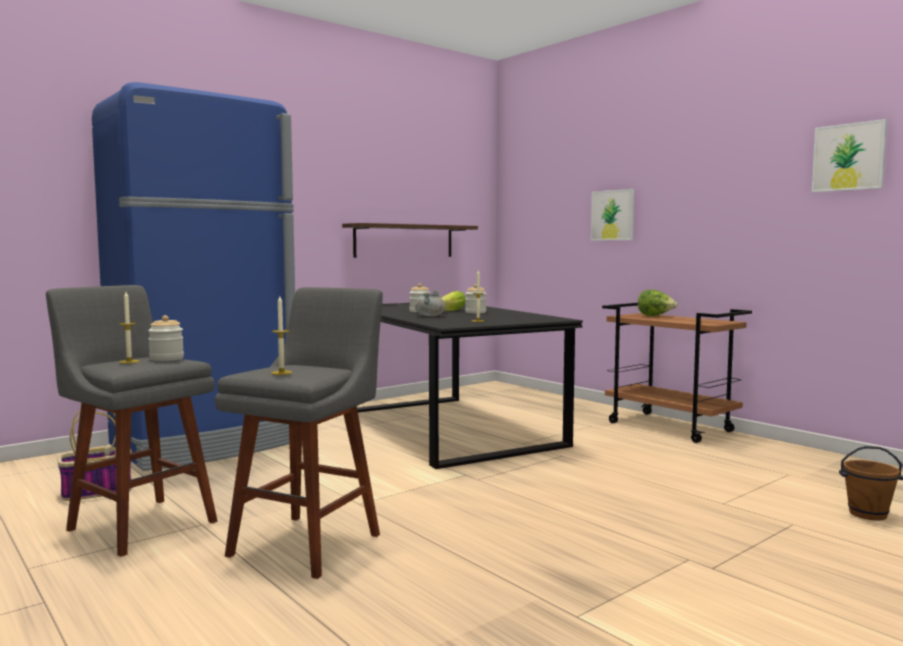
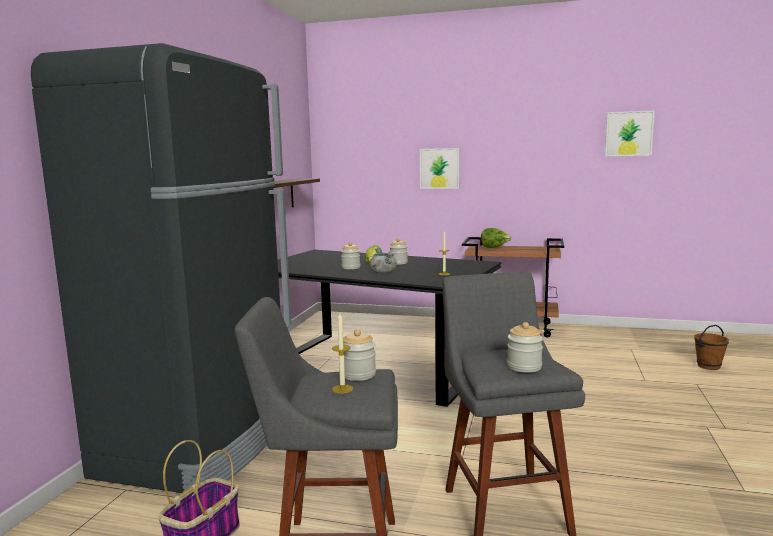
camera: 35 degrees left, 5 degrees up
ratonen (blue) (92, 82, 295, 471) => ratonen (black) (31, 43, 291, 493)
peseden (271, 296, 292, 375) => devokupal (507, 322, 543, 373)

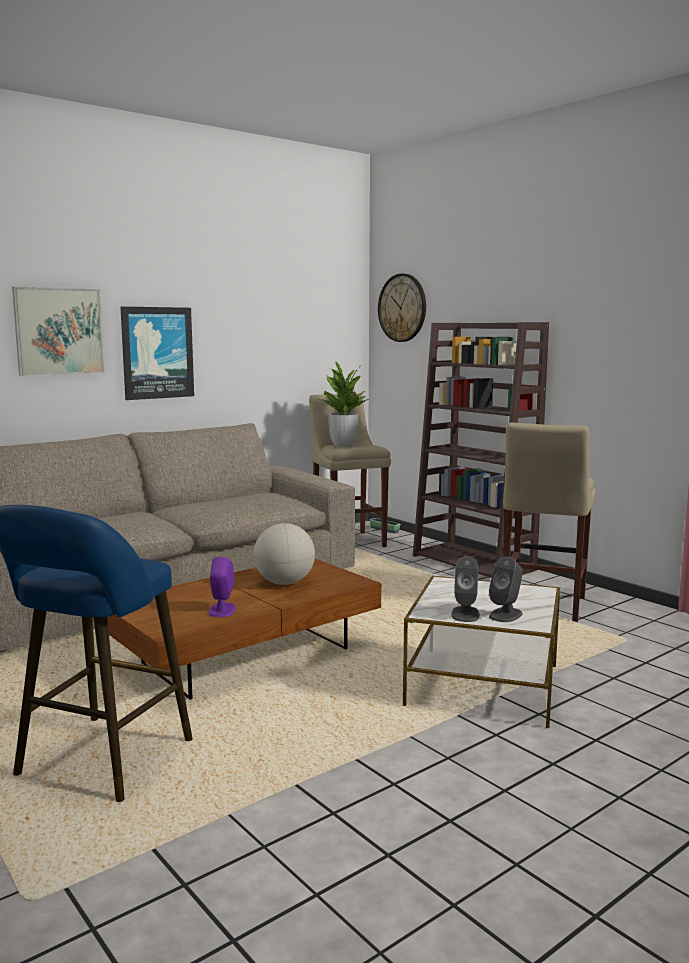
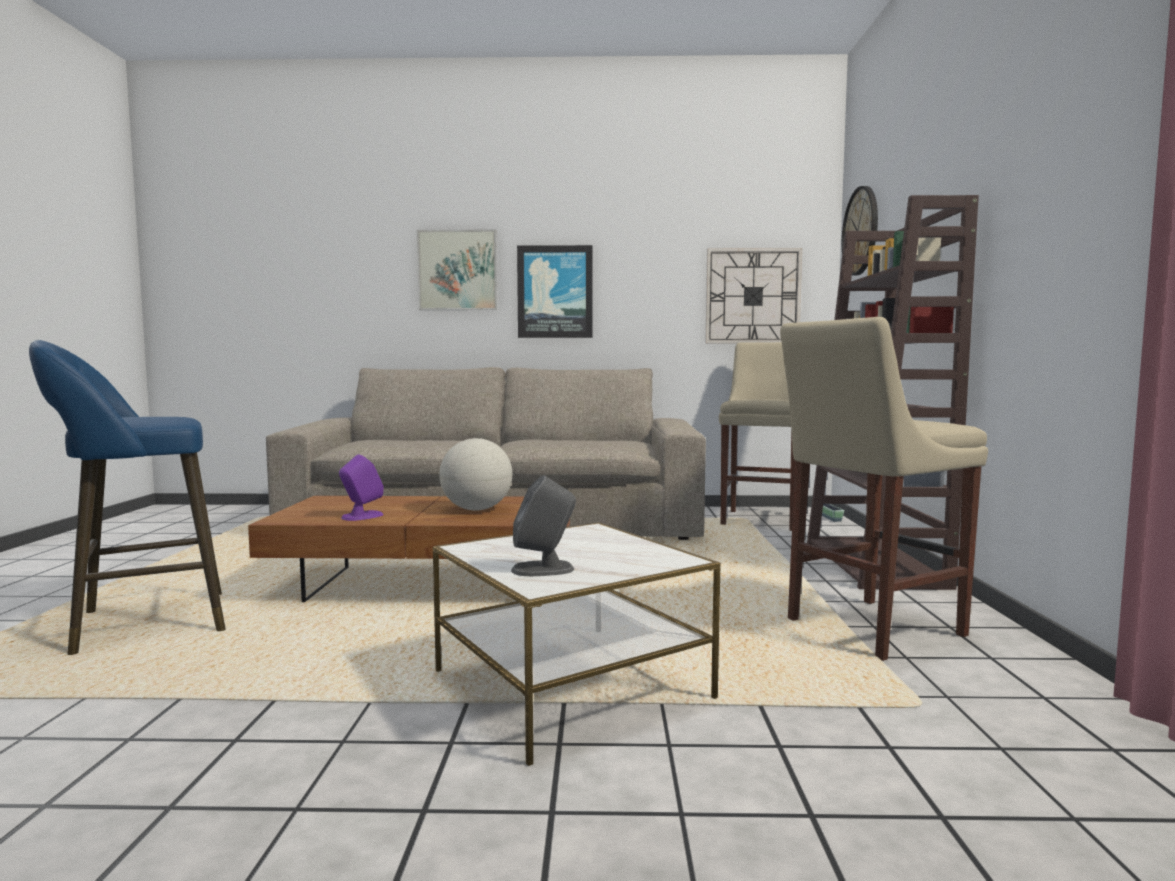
camera: 40 degrees right, 5 degrees down
nothing => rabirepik (705, 248, 802, 343)
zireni (318, 361, 368, 447) => nothing
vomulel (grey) (451, 556, 480, 622) => nothing

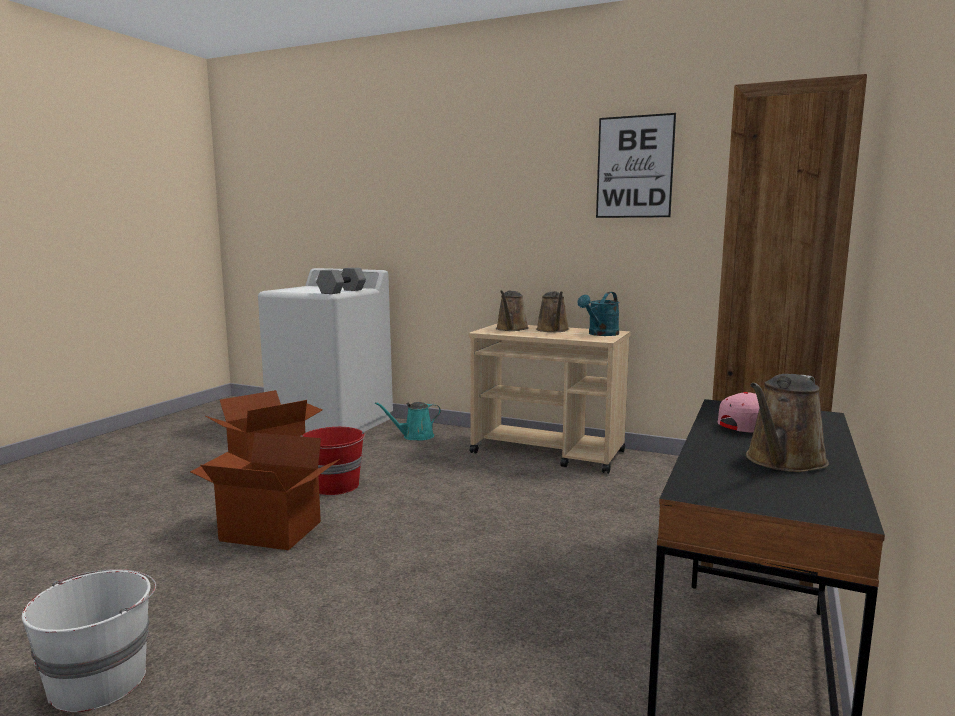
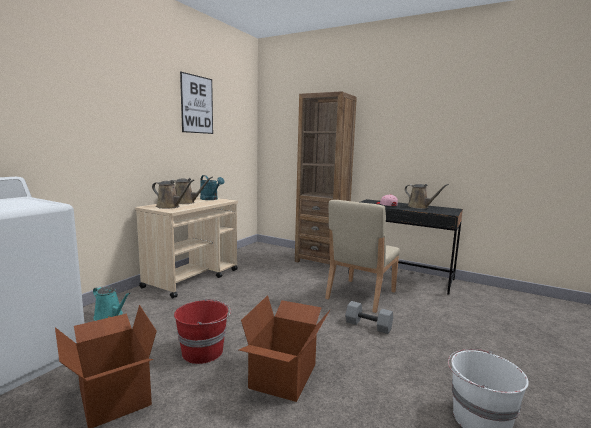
camera: 85 degrees left, 0 degrees up
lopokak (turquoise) (375, 402, 441, 440) => lopokak (turquoise) (93, 286, 130, 321), 45 degrees counterclockwise
nothing => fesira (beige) (325, 200, 400, 313)
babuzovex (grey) (316, 268, 366, 294) => babuzovex (grey) (345, 301, 393, 334), moved

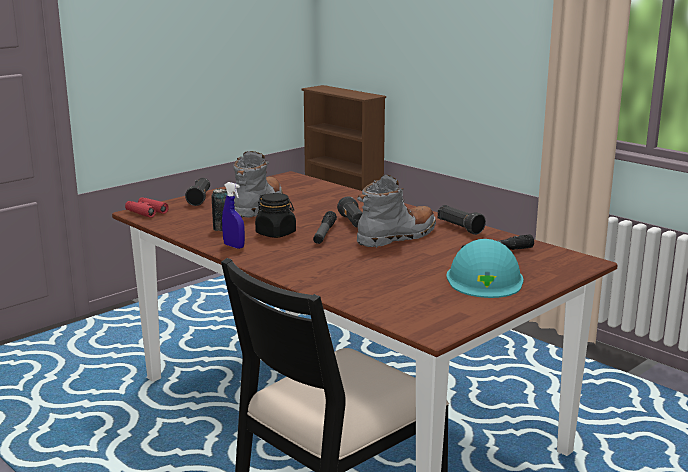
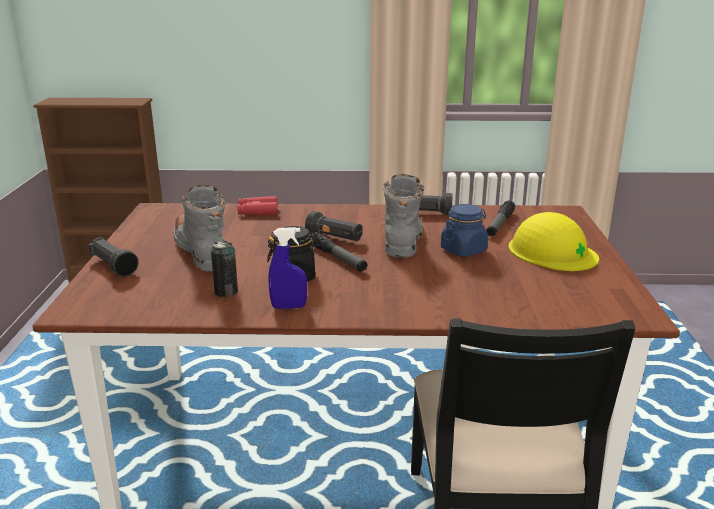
camera: 45 degrees left, 5 degrees up
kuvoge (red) (125, 197, 169, 218) => kuvoge (red) (237, 196, 277, 215), moved
nothing => devokupal (blue) (441, 204, 488, 257)
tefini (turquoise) (446, 239, 523, 298) => tefini (yellow) (509, 212, 599, 271)

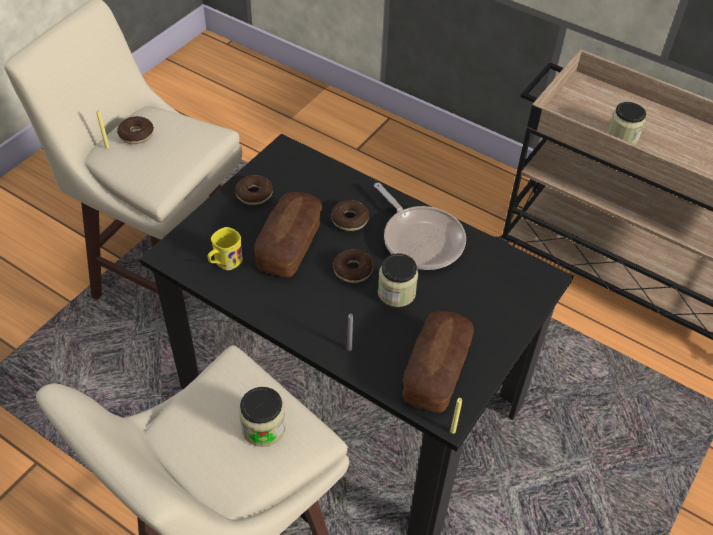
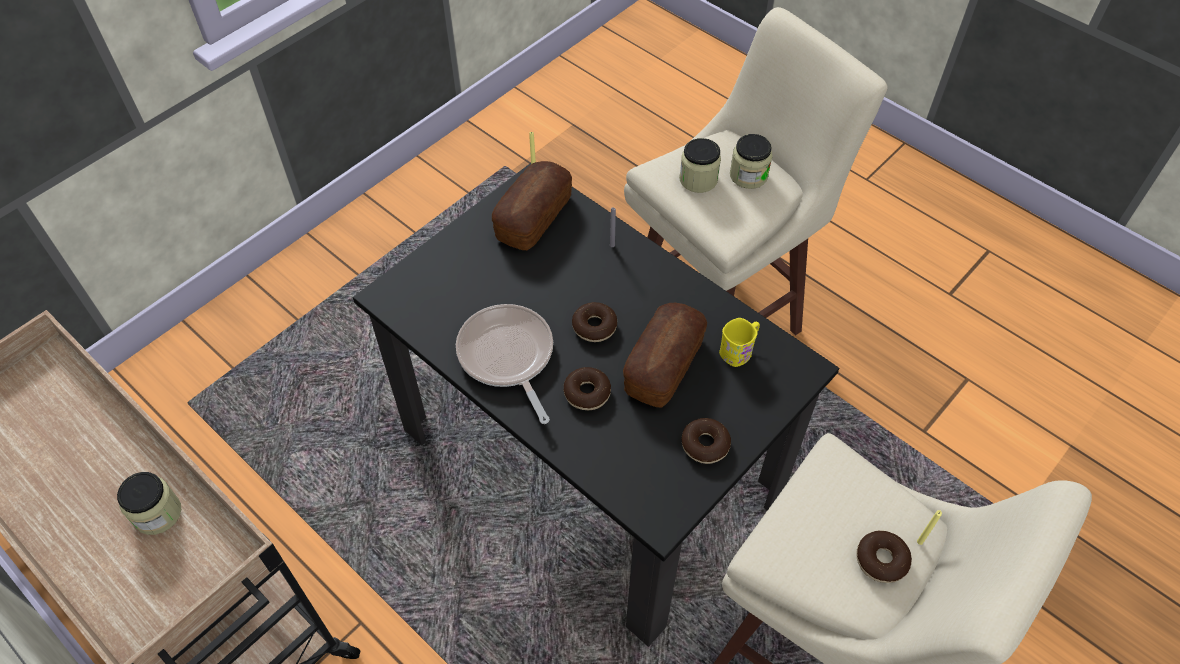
camera: 170 degrees left, 5 degrees up
devokupal (378, 253, 418, 307) => devokupal (730, 134, 773, 189), moved

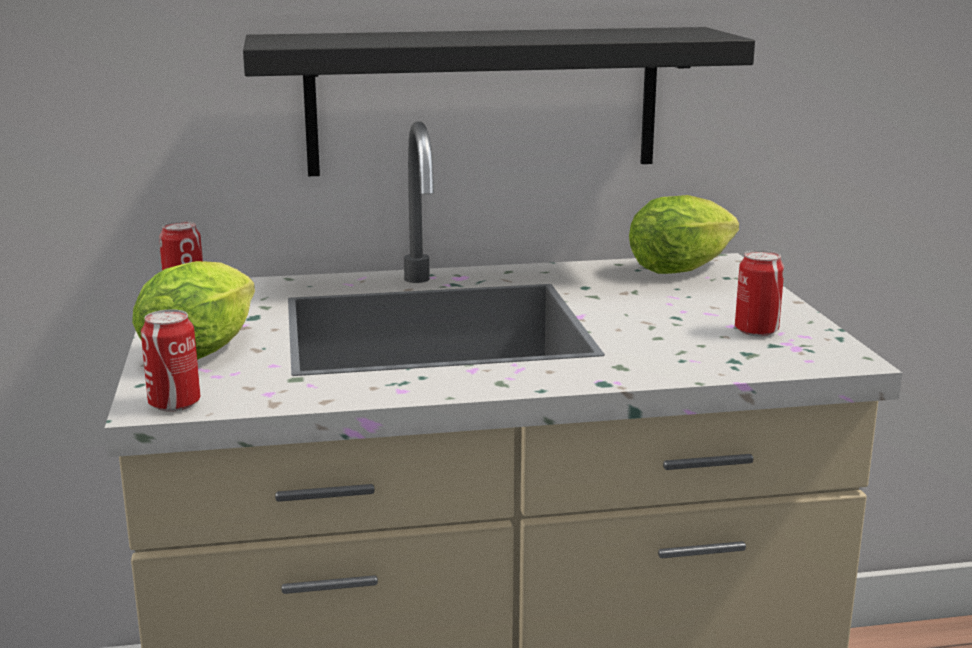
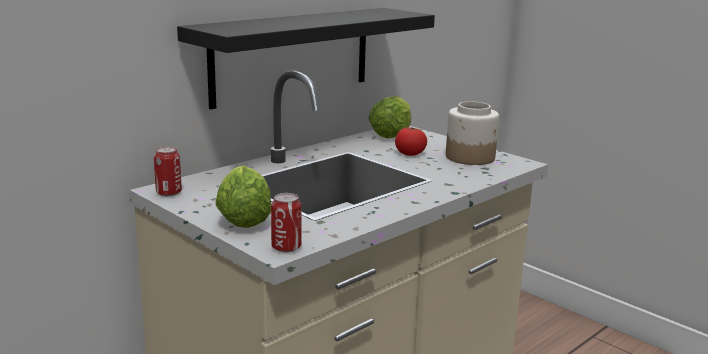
camera: 35 degrees left, 0 degrees up
nothing => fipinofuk (395, 127, 427, 156)
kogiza (735, 250, 784, 336) => devokupal (446, 101, 499, 165)

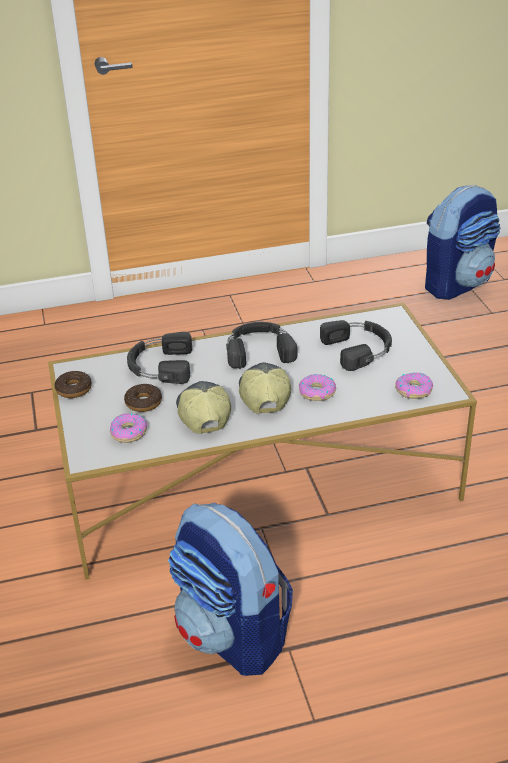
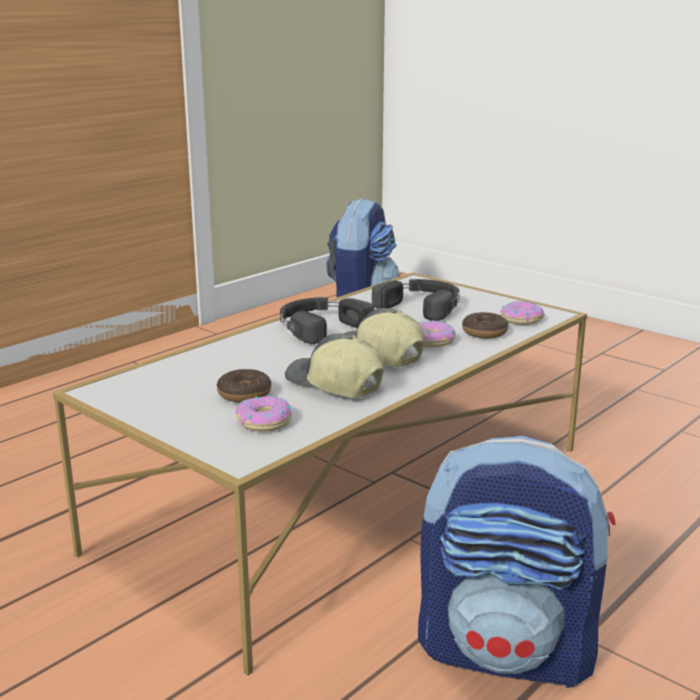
camera: 35 degrees left, 15 degrees down
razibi (54, 371, 92, 398) => razibi (462, 312, 508, 338), moved
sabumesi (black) (127, 332, 192, 384) => nothing

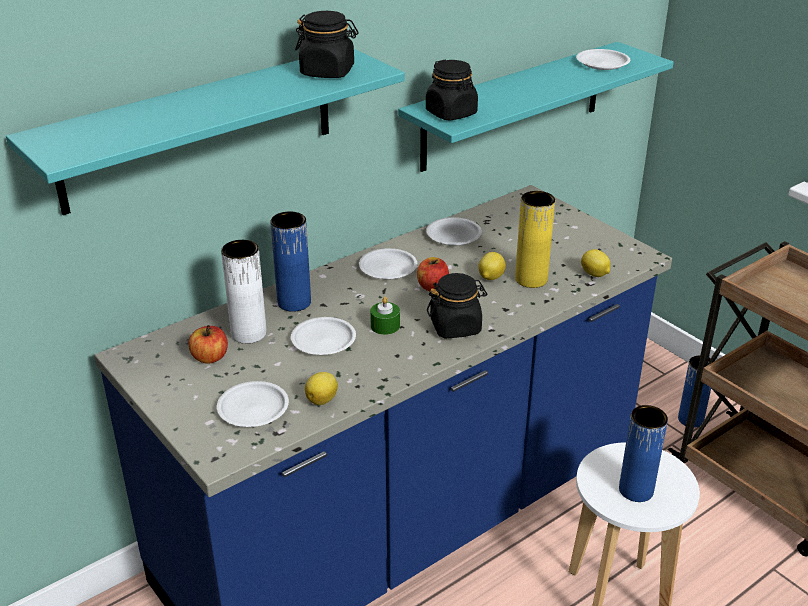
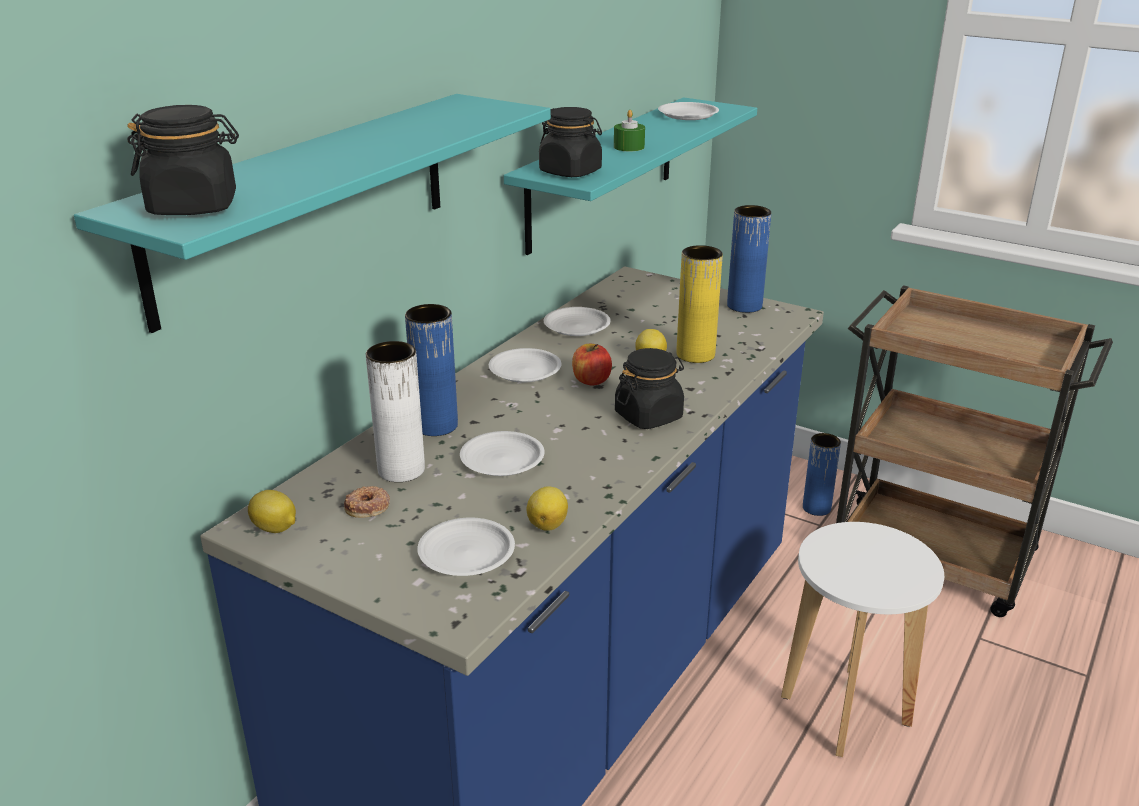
camera: 20 degrees left, 5 degrees down
devokupal (black) (295, 11, 359, 78) => devokupal (black) (127, 105, 239, 215), moved
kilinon (581, 249, 611, 277) => kilinon (248, 490, 296, 533), moved
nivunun (189, 325, 228, 364) => razibi (344, 486, 390, 518)
peseden (green) (370, 297, 400, 335) => peseden (green) (614, 110, 645, 151), moved
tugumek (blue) (619, 405, 668, 502) => tugumek (blue) (727, 205, 771, 313), moved

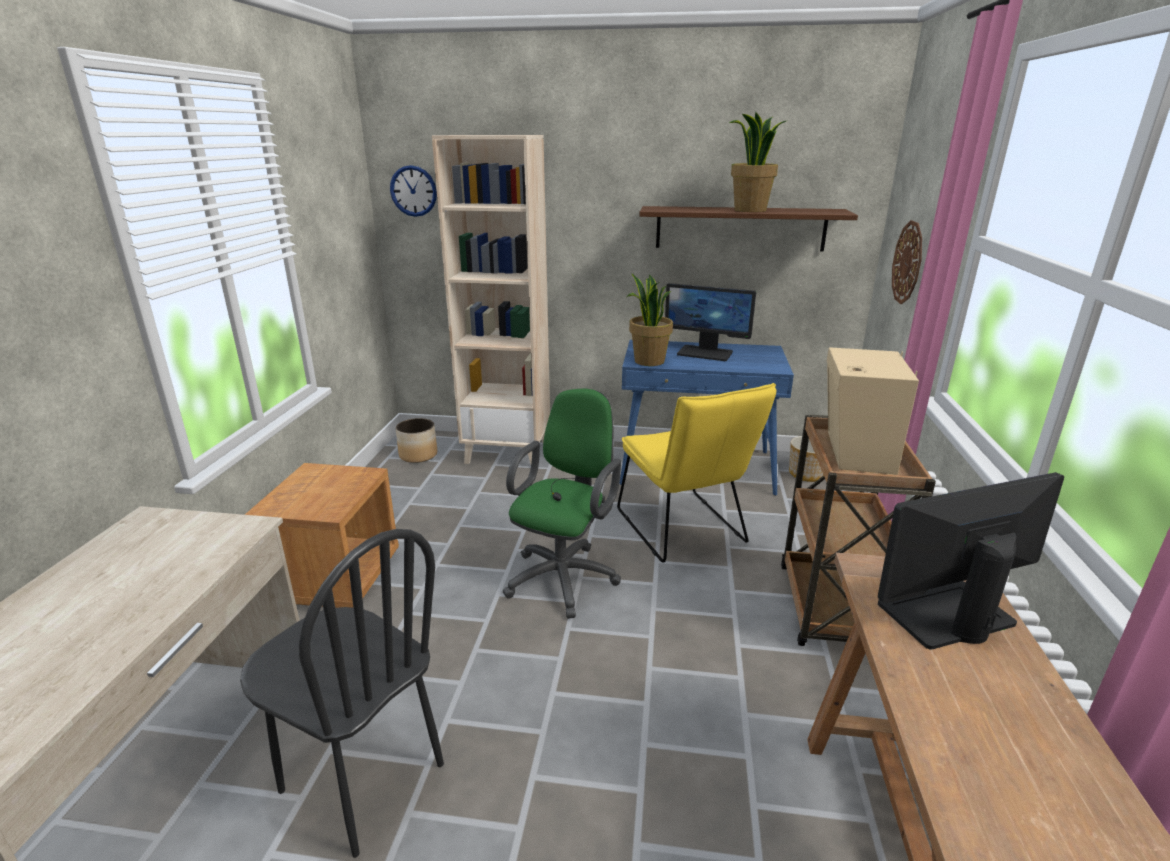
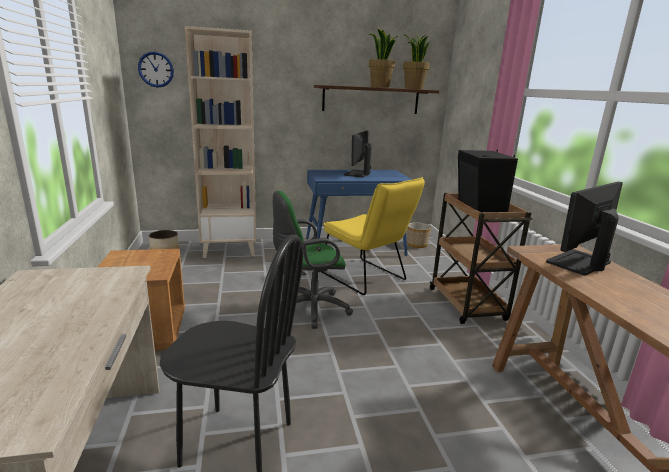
camera: 20 degrees left, 5 degrees down
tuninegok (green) (503, 389, 621, 619) => tuninegok (green) (273, 191, 353, 329), 120 degrees counterclockwise
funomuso (665, 283, 756, 361) => funomuso (344, 131, 372, 178), 105 degrees clockwise
zireni (627, 273, 673, 366) => zireni (403, 33, 430, 89), moved
vomulel (beige) (827, 347, 919, 475) => vomulel (black) (458, 150, 518, 212)
rabirepik (892, 220, 922, 304) => nothing

